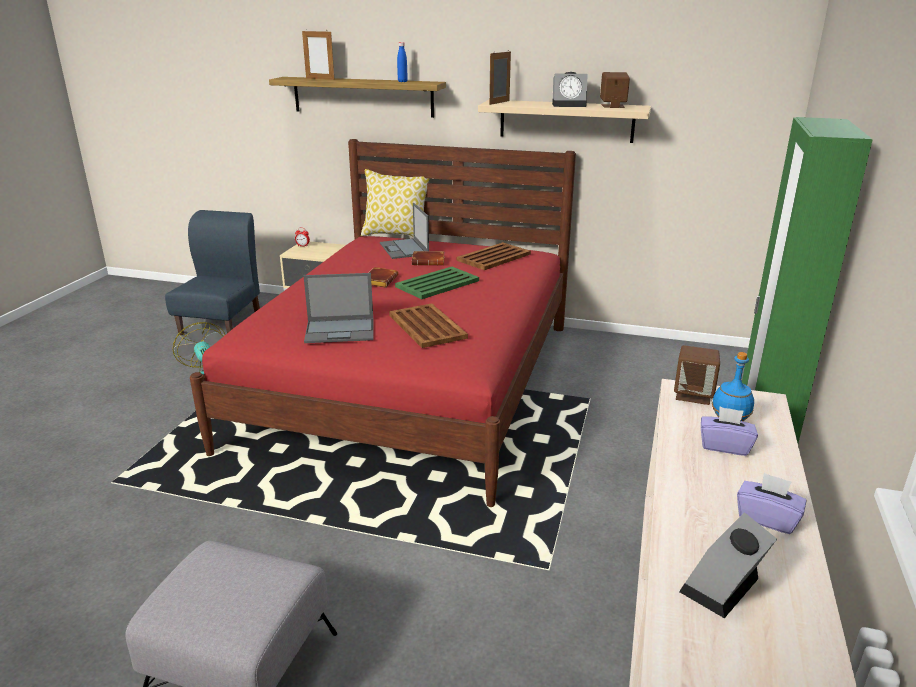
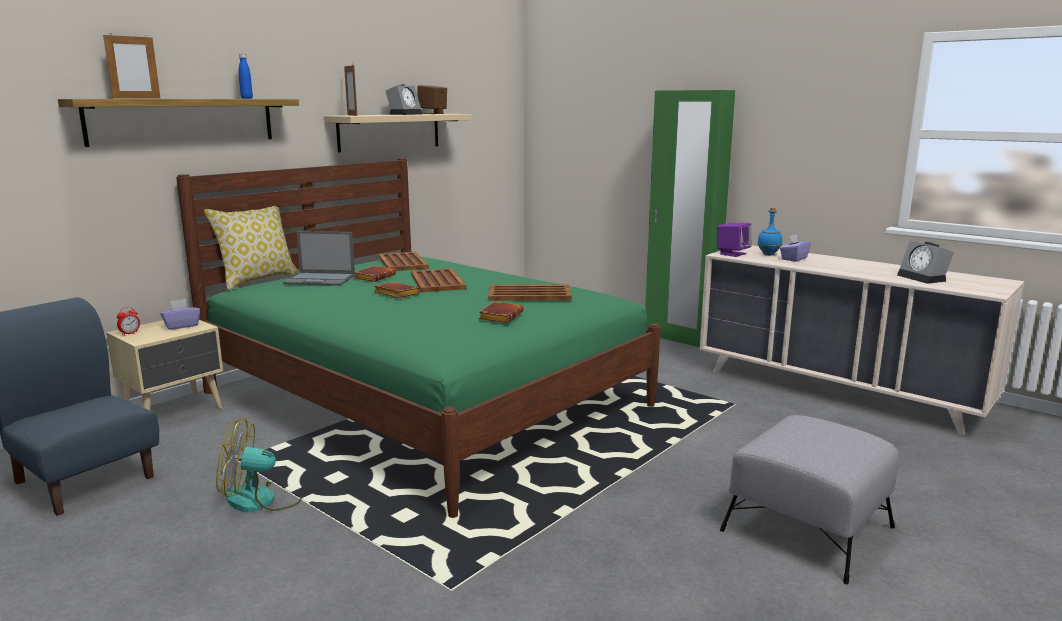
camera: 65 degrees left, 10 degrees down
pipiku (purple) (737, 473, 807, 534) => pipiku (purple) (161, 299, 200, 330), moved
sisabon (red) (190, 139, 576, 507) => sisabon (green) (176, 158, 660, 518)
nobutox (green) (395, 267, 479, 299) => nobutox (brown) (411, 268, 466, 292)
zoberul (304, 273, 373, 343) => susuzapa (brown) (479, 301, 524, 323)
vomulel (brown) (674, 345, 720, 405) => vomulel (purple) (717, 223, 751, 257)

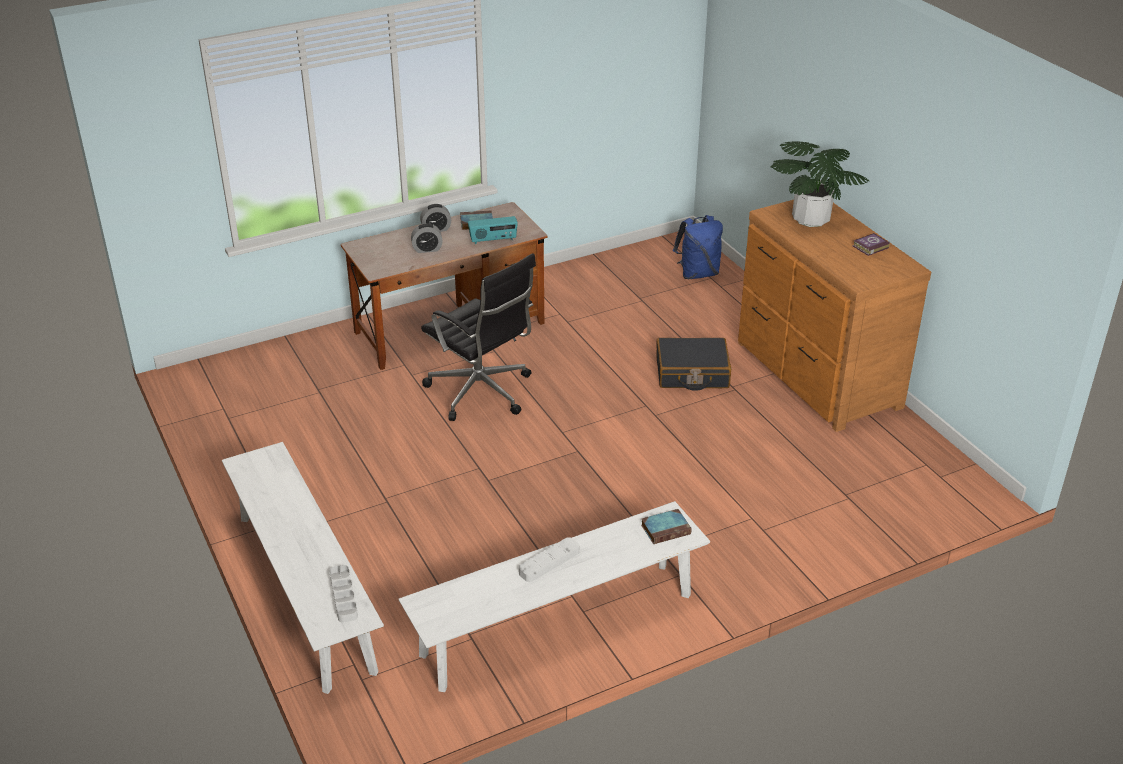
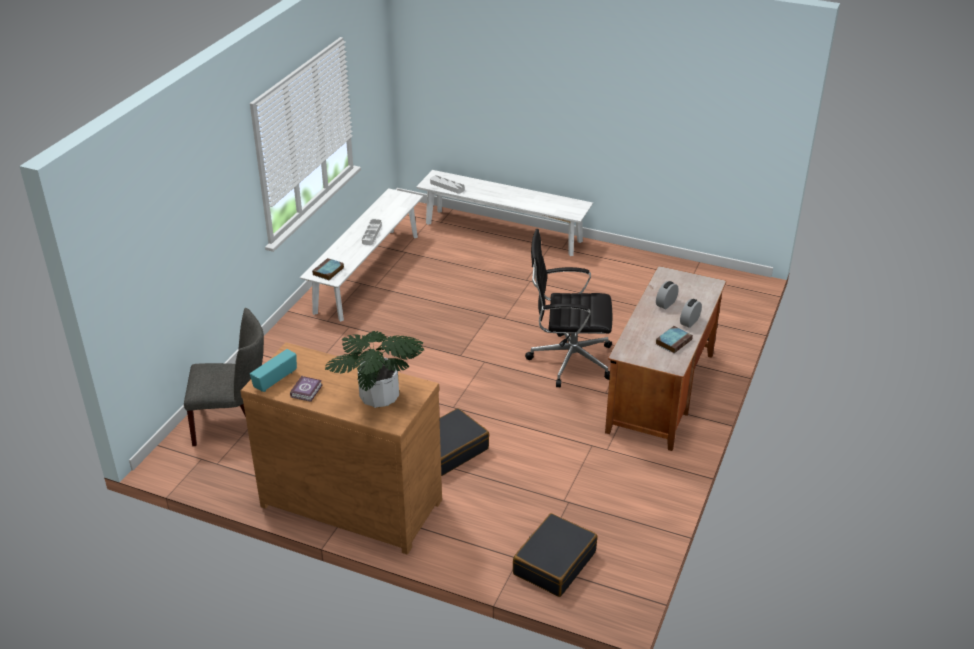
camera: 140 degrees right, 0 degrees up
nothing => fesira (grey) (184, 308, 264, 446)
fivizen (468, 216, 518, 244) => fivizen (250, 349, 297, 392), moved
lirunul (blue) (673, 215, 723, 279) => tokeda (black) (513, 513, 597, 597)

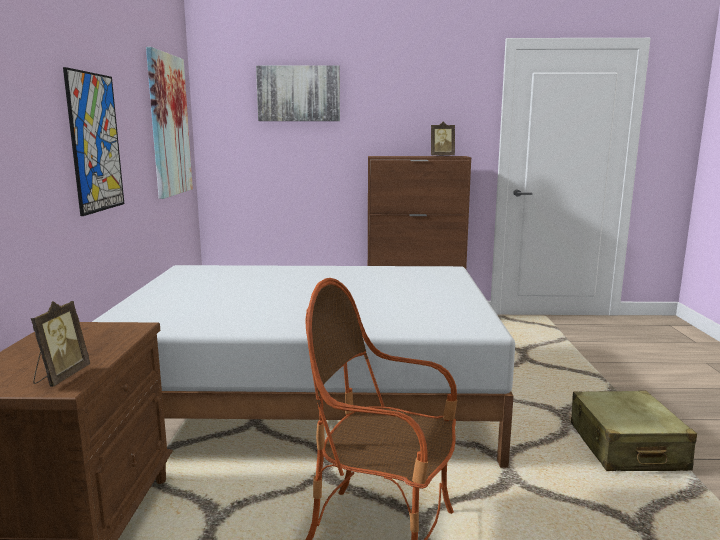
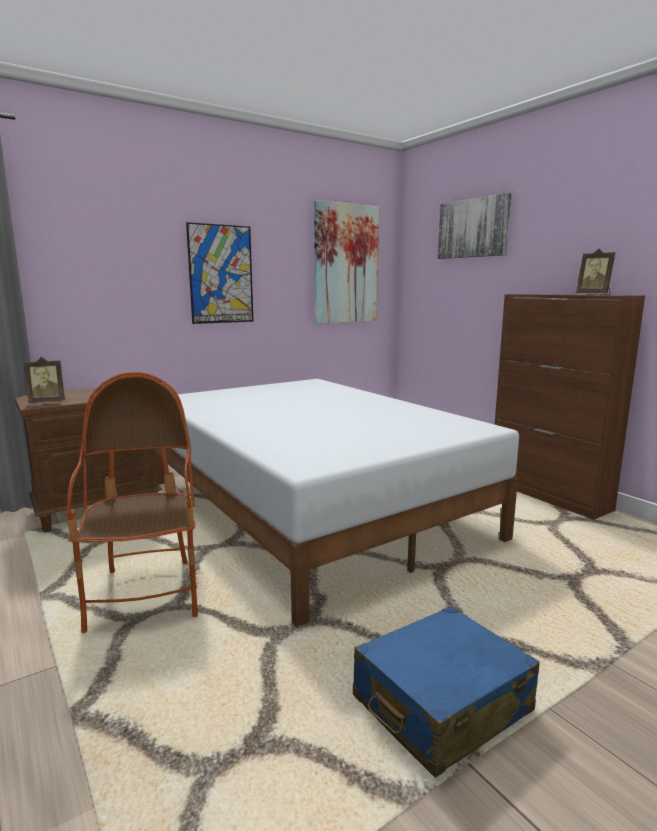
camera: 55 degrees right, 0 degrees up
tokeda (beige) (571, 391, 697, 471) => tokeda (blue) (353, 606, 540, 778)

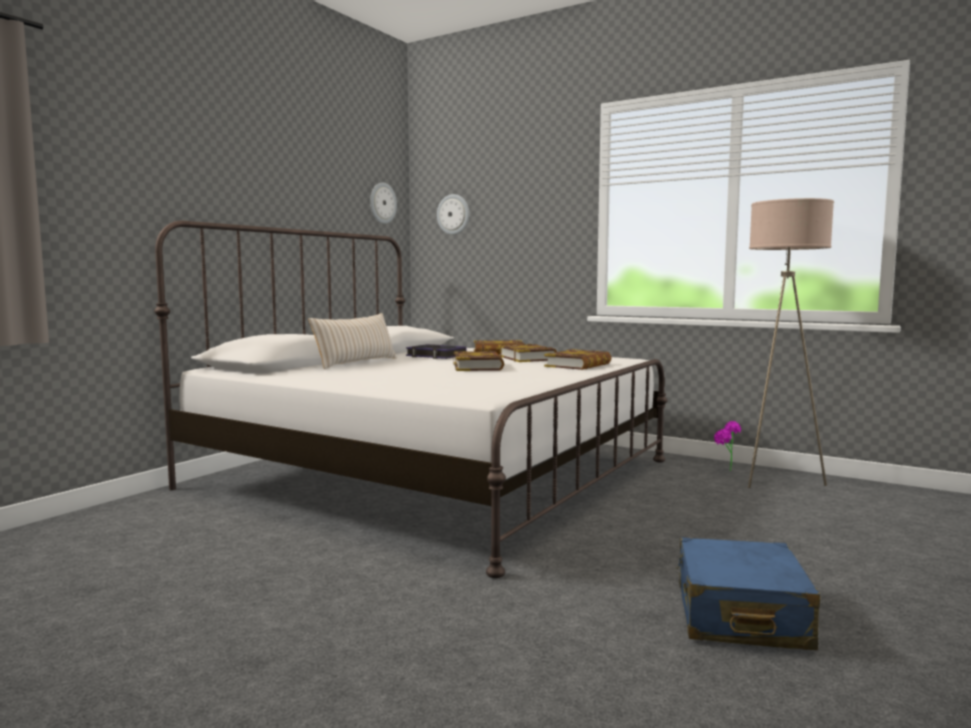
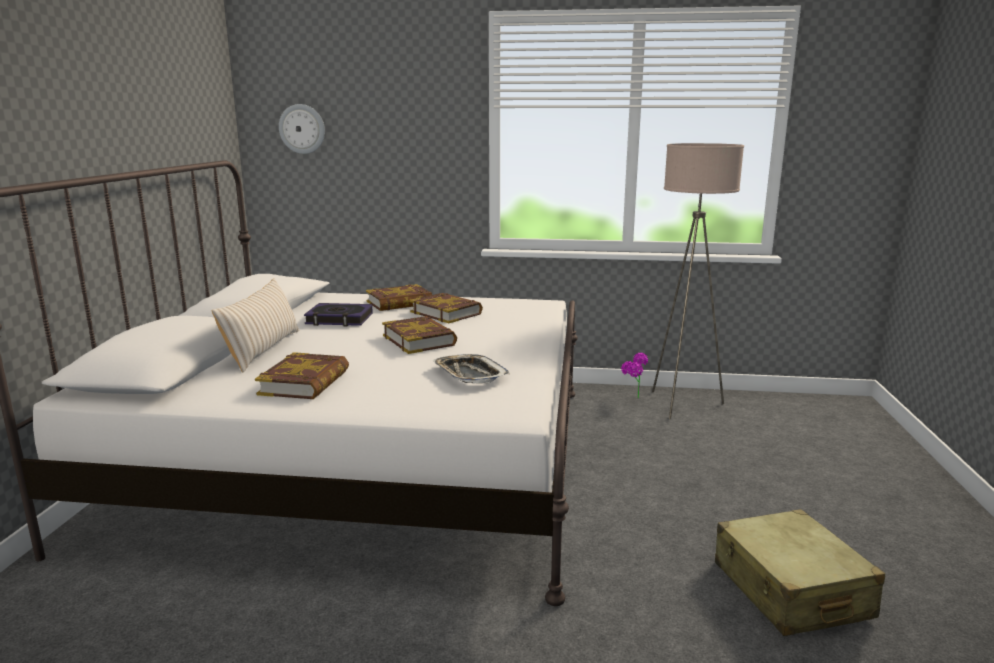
camera: 25 degrees left, 10 degrees up
susuzapa (544, 349, 612, 370) => susuzapa (255, 352, 349, 399), moved
nothing => nobutox (432, 354, 510, 384)
tokeda (blue) (676, 537, 820, 650) => tokeda (beige) (715, 509, 885, 636)
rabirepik (370, 183, 397, 224) => nothing

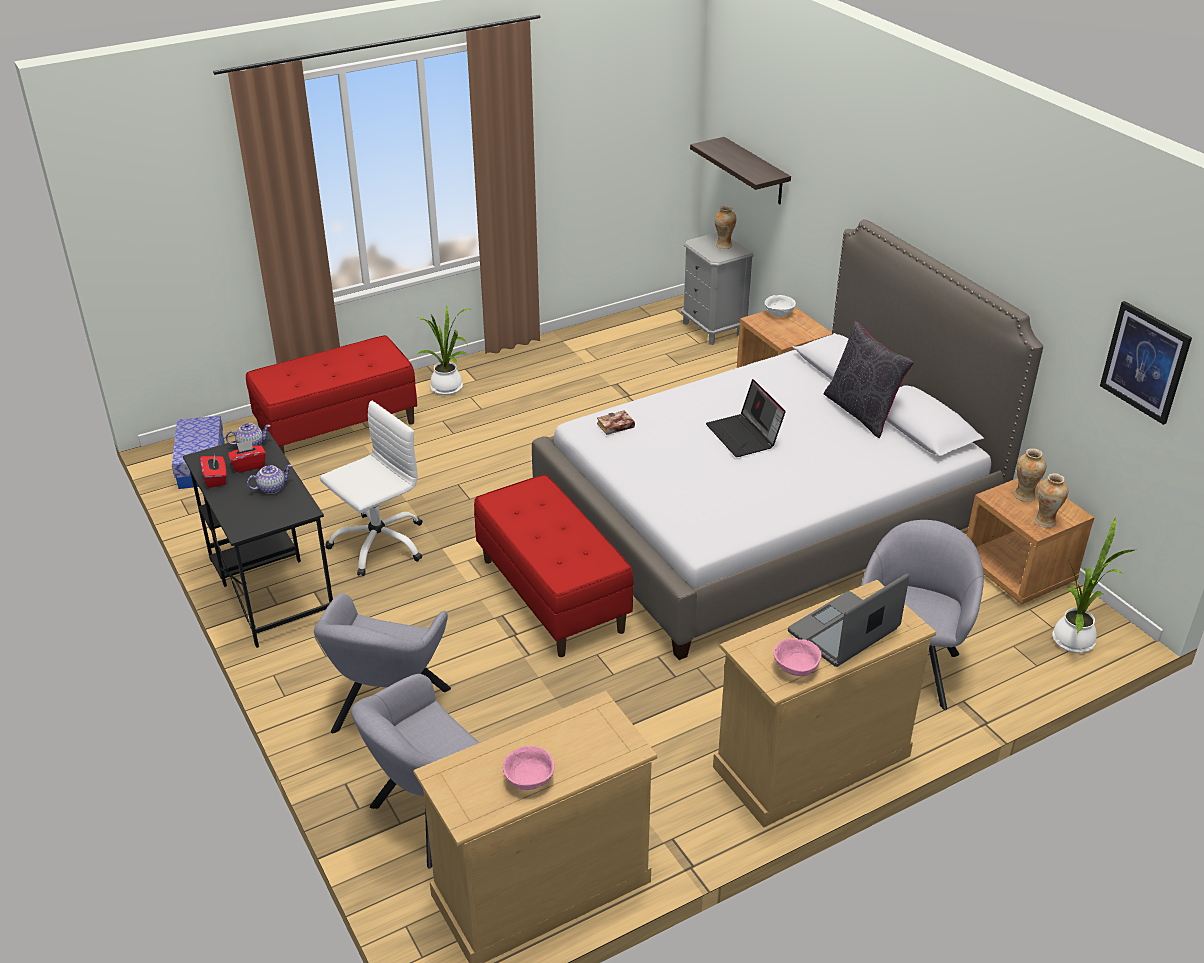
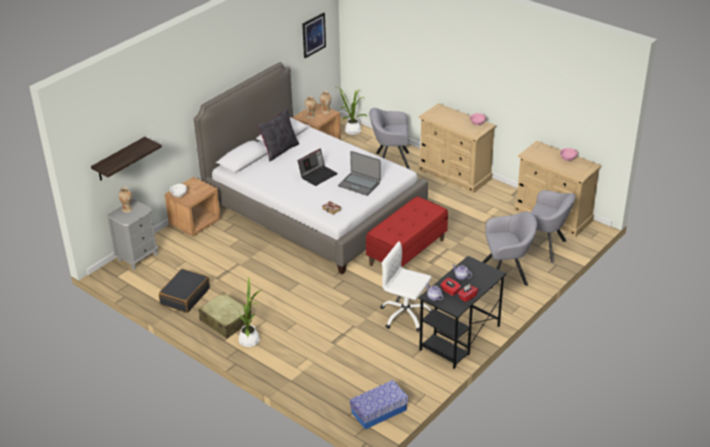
camera: 110 degrees left, 0 degrees up
nothing => tokeda (black) (159, 269, 210, 313)
nothing => tokeda (beige) (199, 292, 251, 338)
zoberul (788, 573, 909, 667) => zoberul (338, 151, 381, 196), moved
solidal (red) (246, 335, 417, 455) => nothing

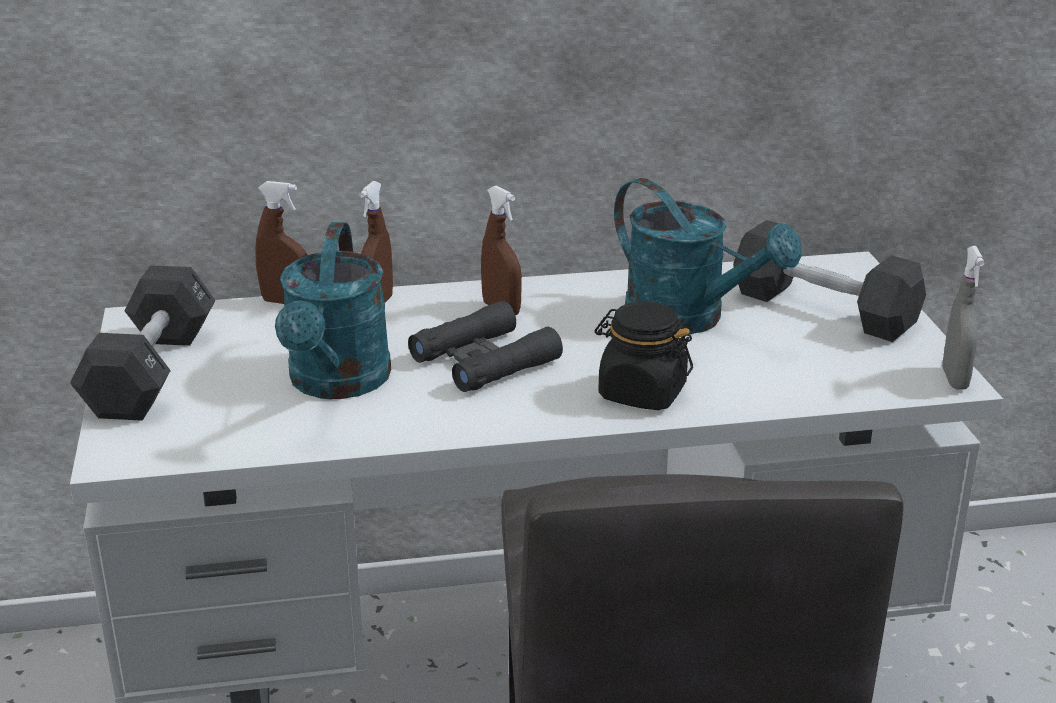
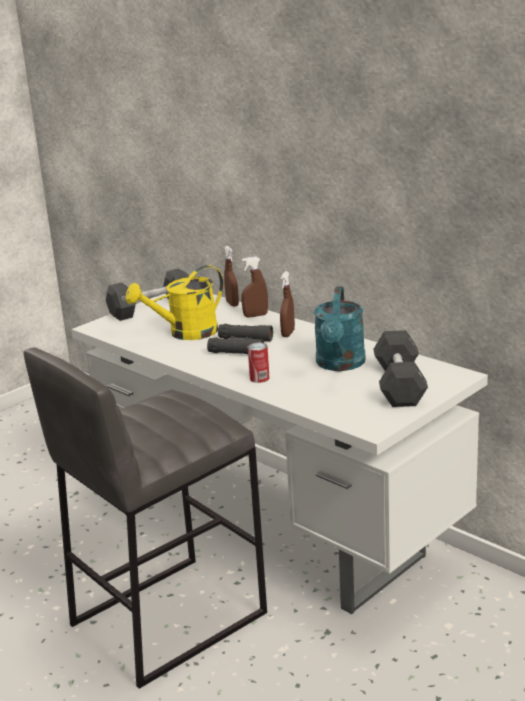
camera: 55 degrees right, 5 degrees down
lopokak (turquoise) (275, 222, 391, 399) => lopokak (yellow) (126, 265, 223, 340)
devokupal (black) (595, 301, 693, 410) => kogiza (248, 342, 270, 383)
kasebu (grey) (942, 246, 985, 389) => nothing

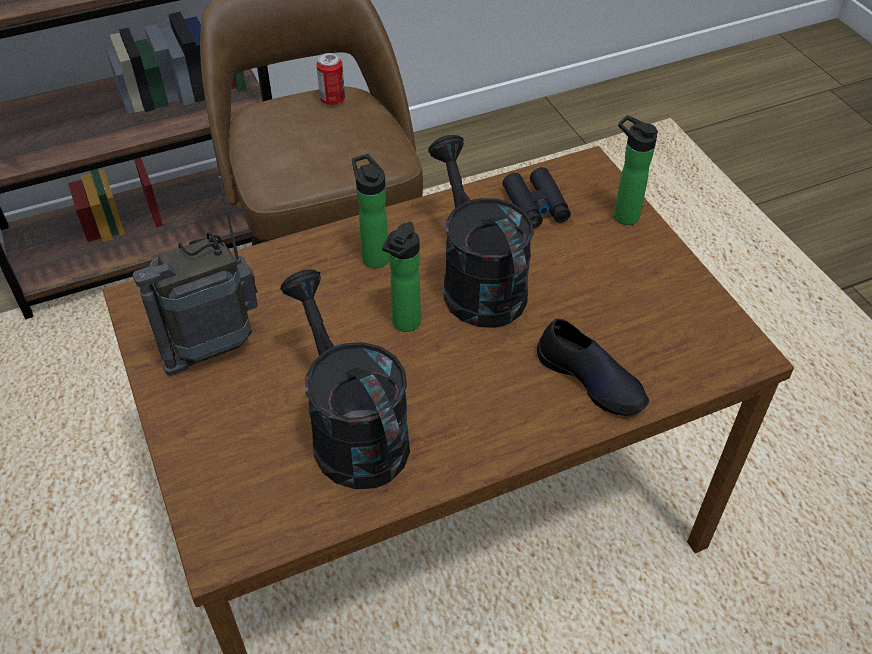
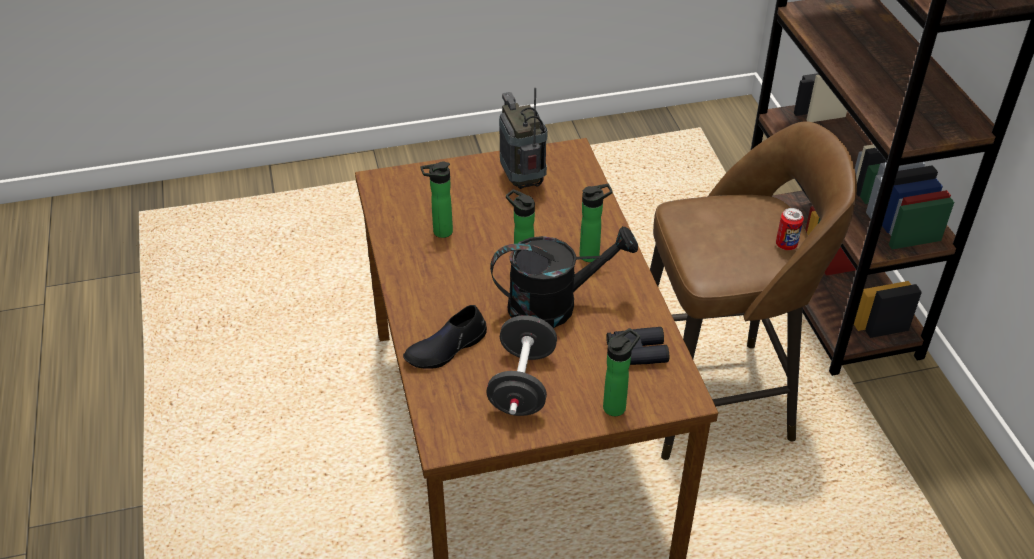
camera: 100 degrees right, 5 degrees down
lopokak (black) (280, 270, 410, 489) => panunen (421, 161, 453, 238)
nothing => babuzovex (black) (486, 315, 557, 416)

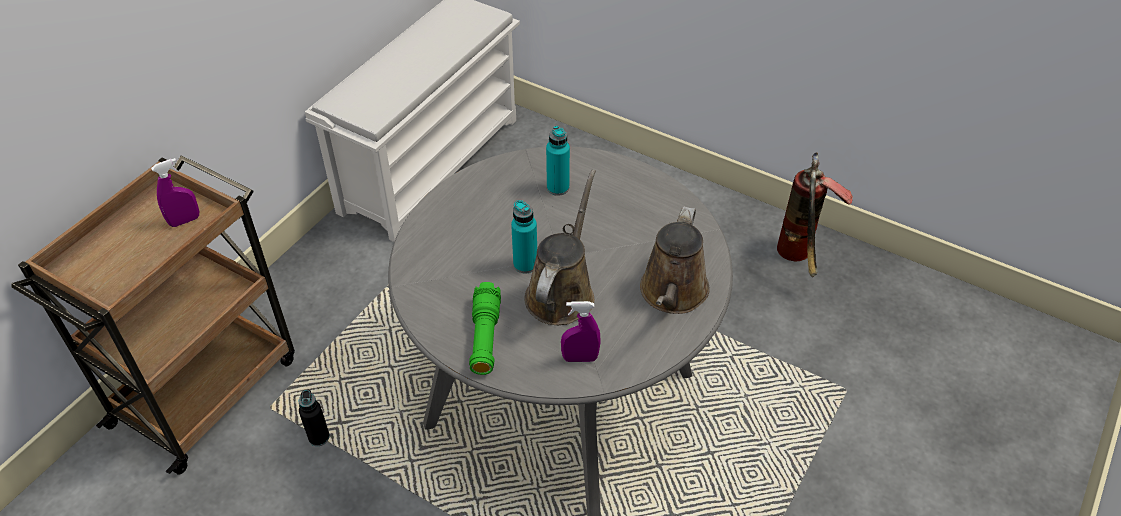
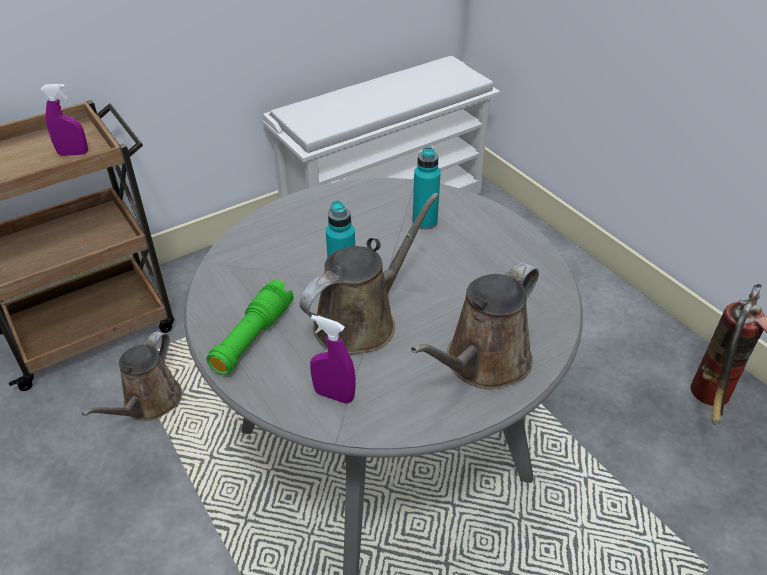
camera: 25 degrees right, 5 degrees down
panunen (black) (298, 390, 330, 446) => lopokak (brown) (82, 331, 182, 421)

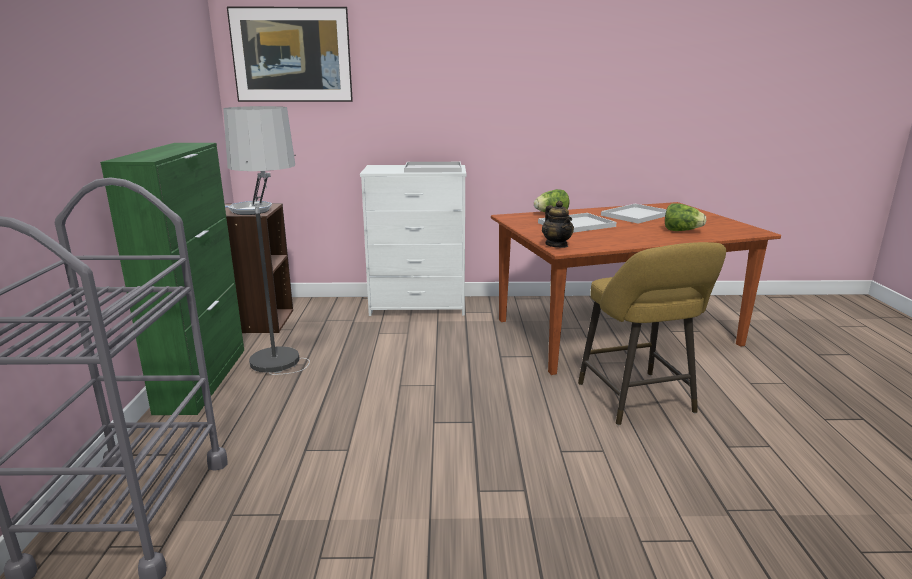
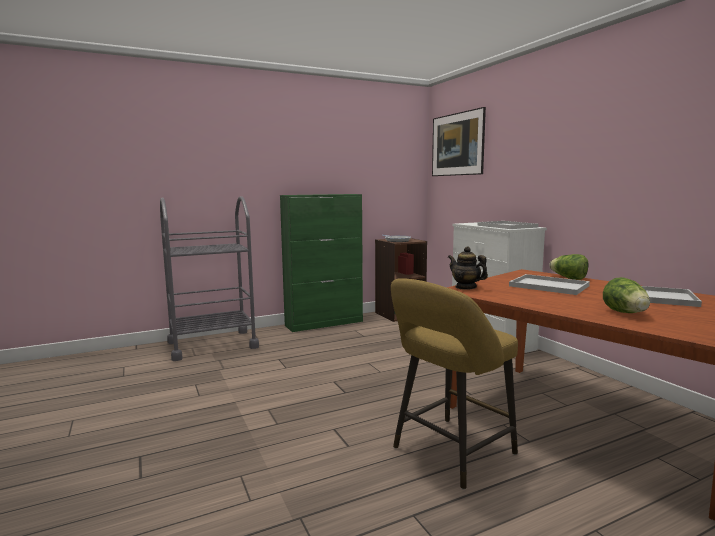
camera: 65 degrees right, 10 degrees down
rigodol (542, 201, 574, 248) => rigodol (448, 246, 488, 290), 90 degrees clockwise
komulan (223, 106, 310, 375) => nothing

